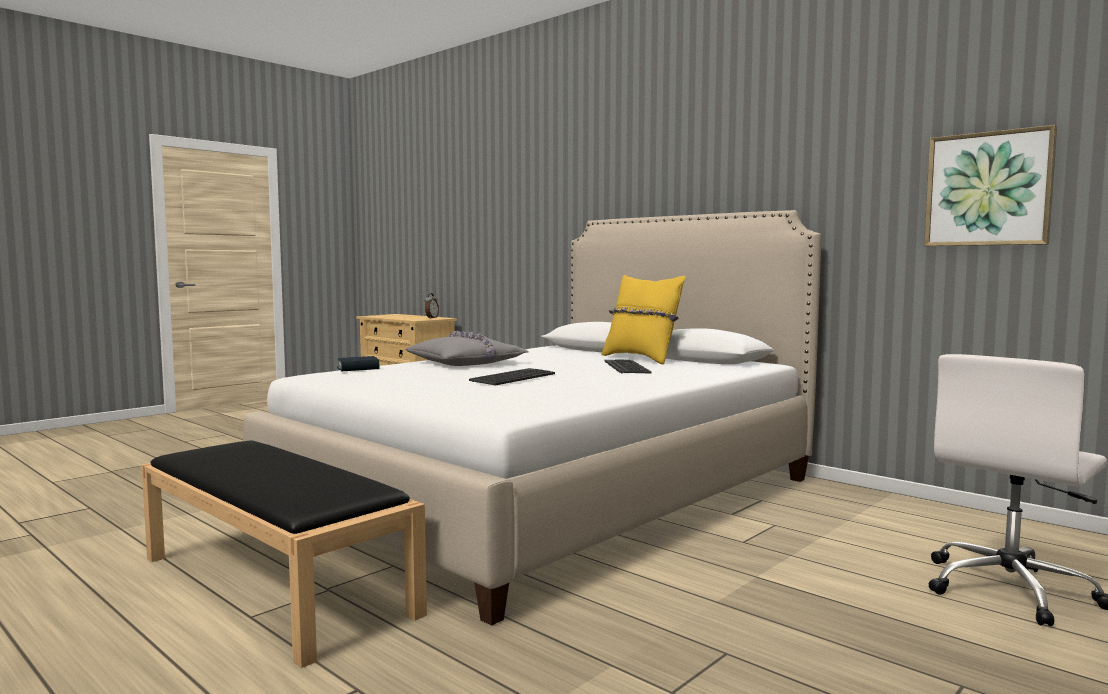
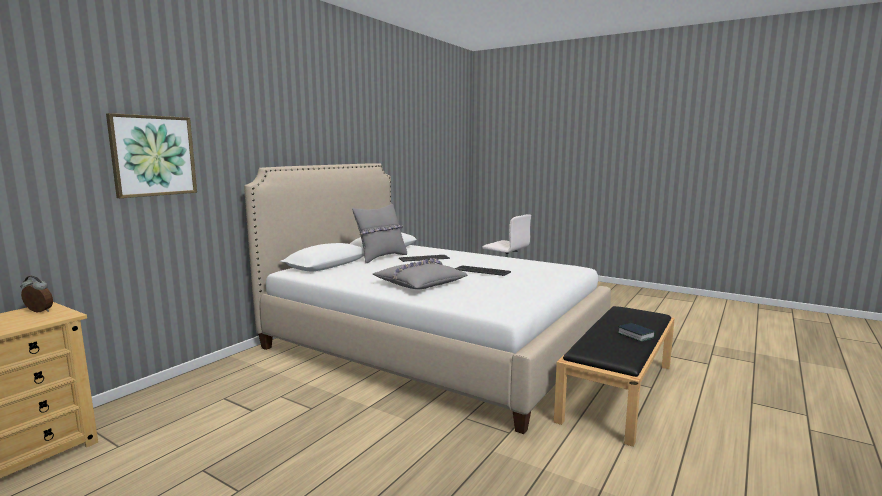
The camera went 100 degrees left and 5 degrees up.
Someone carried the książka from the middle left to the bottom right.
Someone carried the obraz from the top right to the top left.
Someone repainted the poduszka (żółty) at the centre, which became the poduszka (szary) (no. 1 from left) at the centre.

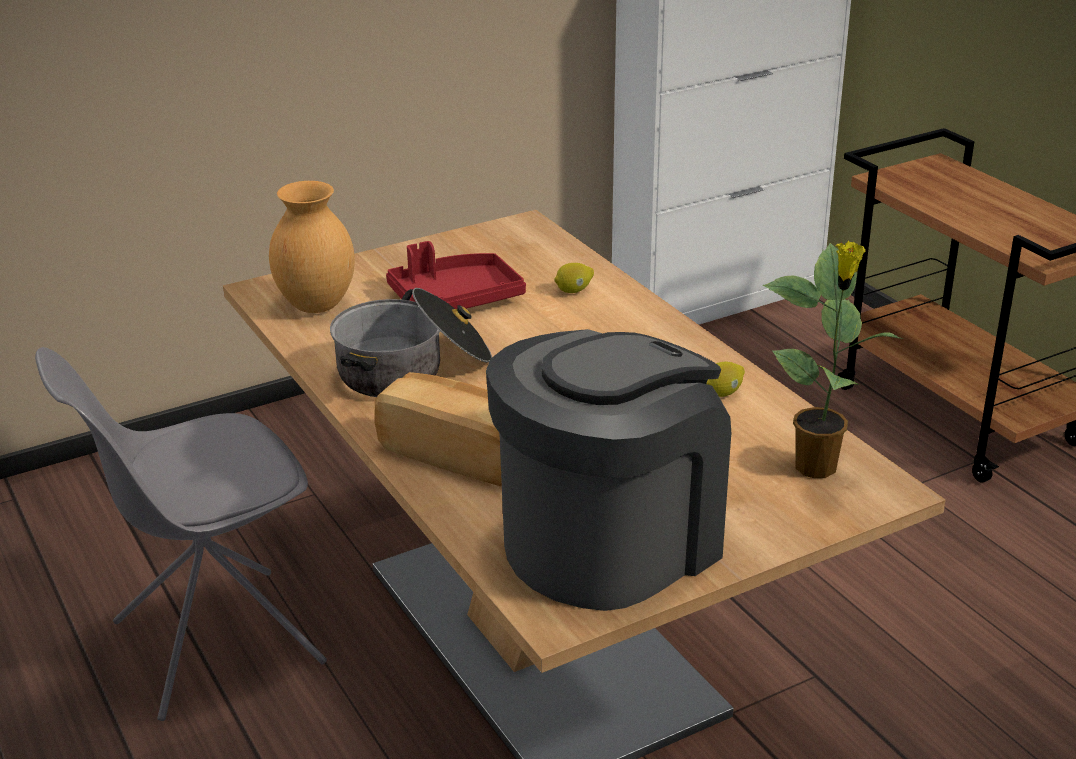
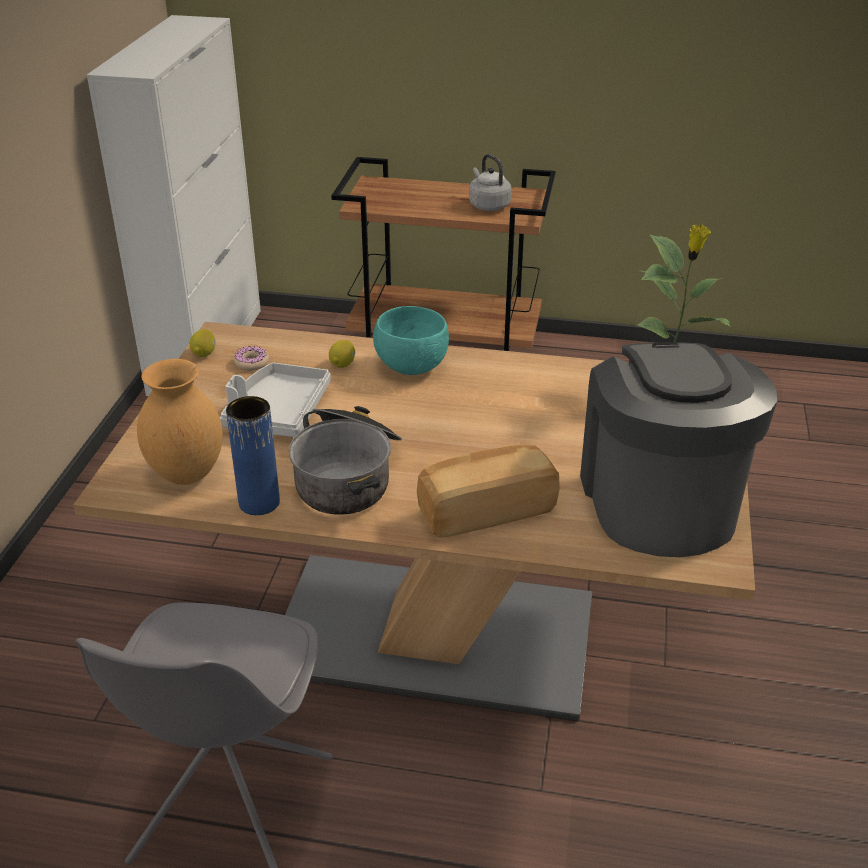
The camera went 50 degrees left and 5 degrees up.
Someone put down the wazon (niebieski) at the middle left.
Someone put down the donut at the middle left.
Someone put down the miska (turkusowy) at the centre.
Someone put down the czajnik (szary) at the top centre.
Someone carried the cytryna (no. 2 from left in the first image) from the middle right to the middle left.
Someone repainted the taca (czerwony) at the centre, which became the taca (szary) at the middle left.

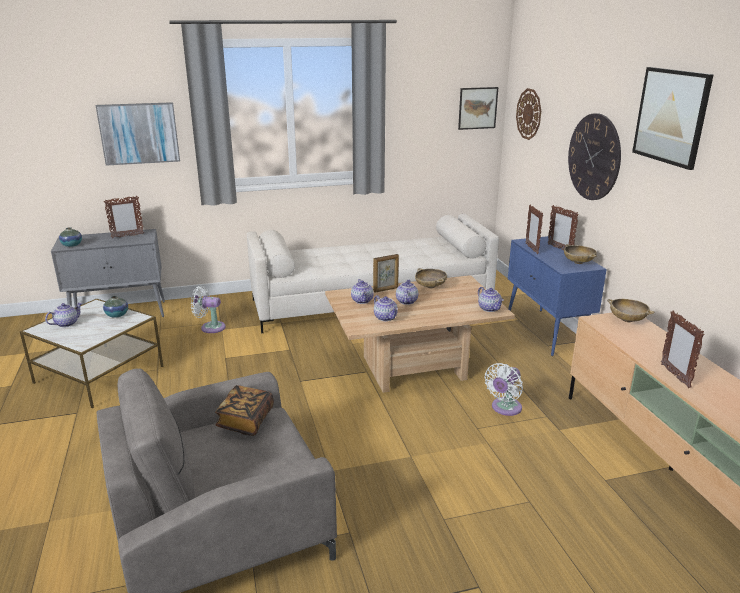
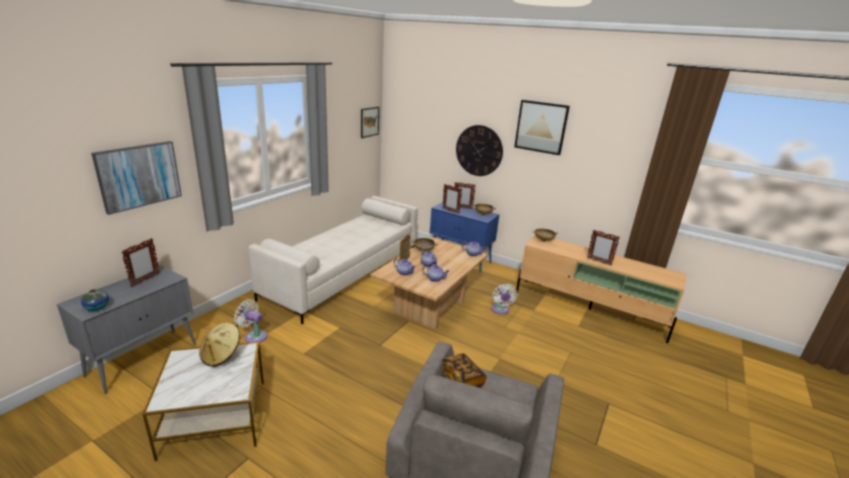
The camera went 45 degrees left and 0 degrees up.
Someone took away the imbryk (no. 1 from left) at the middle left.
Someone took away the zegar ścienny (no. 1 from left) at the top right.
Someone swapped the wazon (no. 2 from left) at the middle left for the kapelusz (beżowy) at the bottom left.
Someone rotated the wentylator (biały) (no. 1 from left) at the middle left by 60 degrees clockwise.

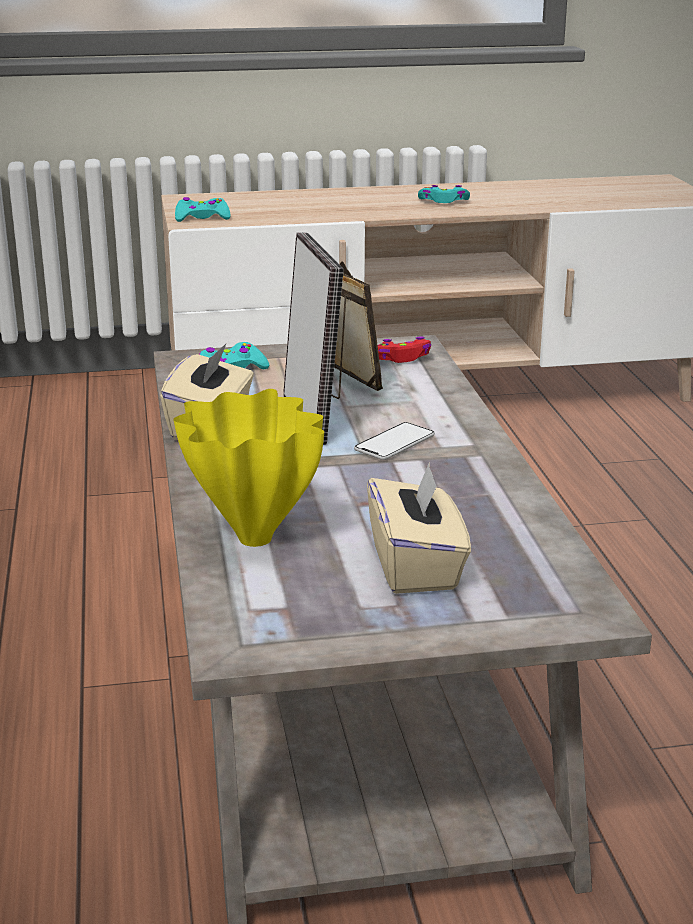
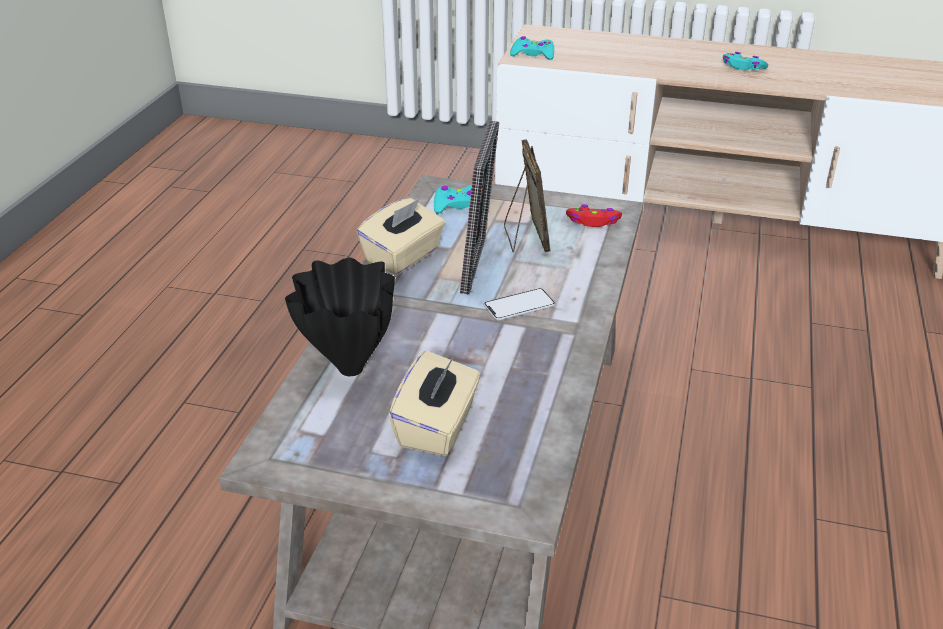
The camera went 25 degrees right and 10 degrees up.
Someone repainted the wazon (żółty) at the centre, which became the wazon (czarny) at the centre.

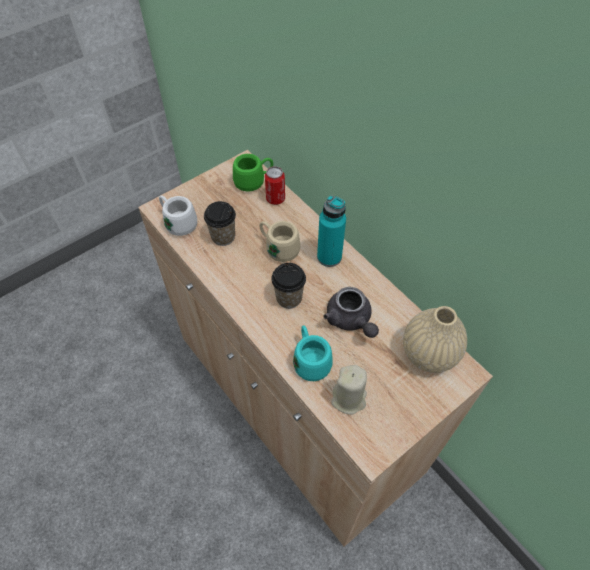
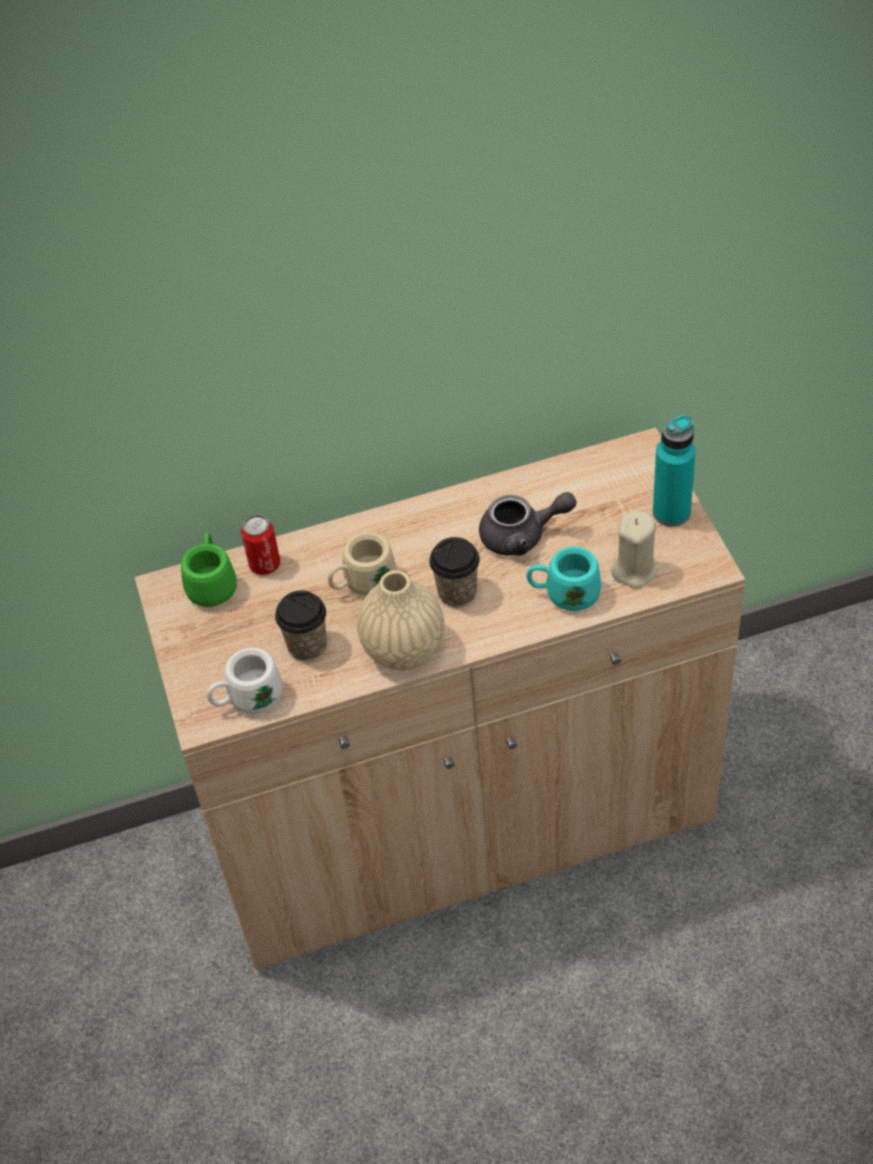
The camera went 65 degrees left and 5 degrees down.
Someone carried the butelka (turkusowy) from the centre to the middle right.
Someone carried the wazon (beżowy) from the middle right to the centre.

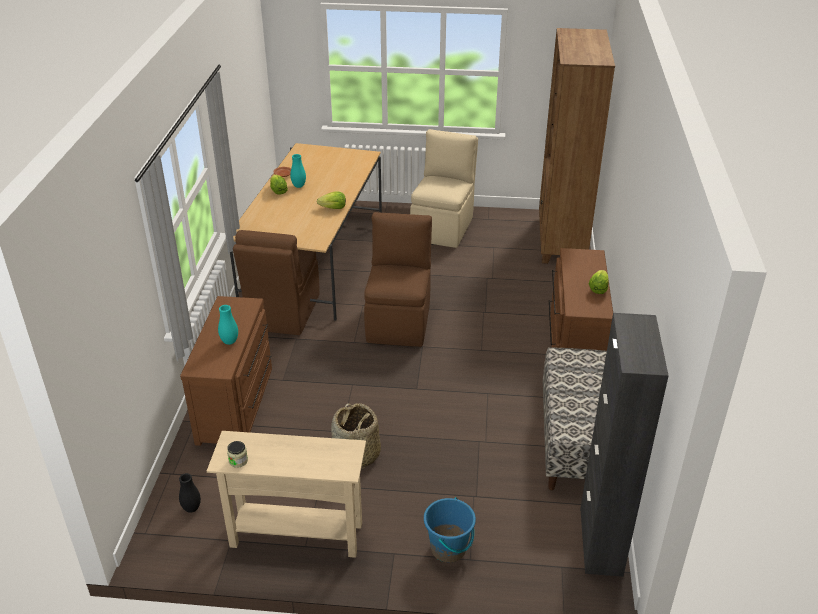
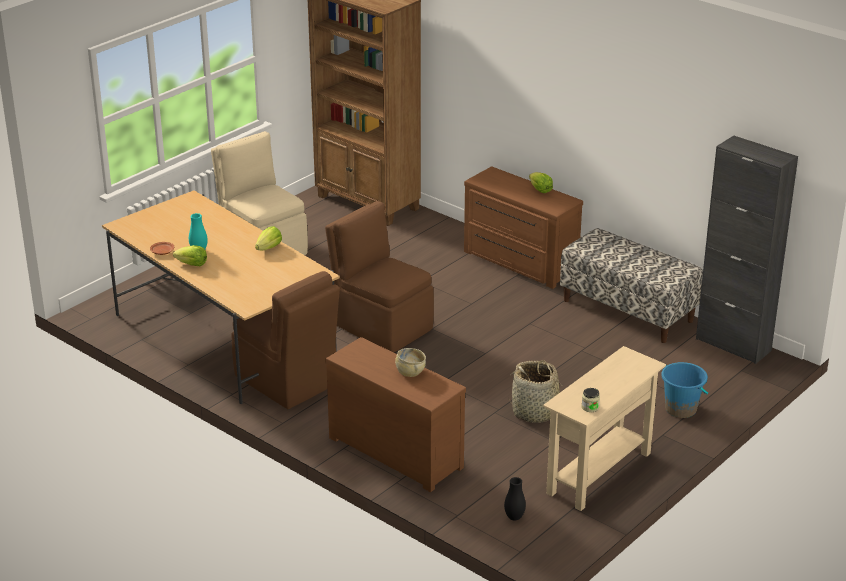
The camera went 55 degrees left and 5 degrees down.
Someone swapped the wazon (turkusowy) (no. 1 from left) at the middle left for the miska (beżowy) at the centre.

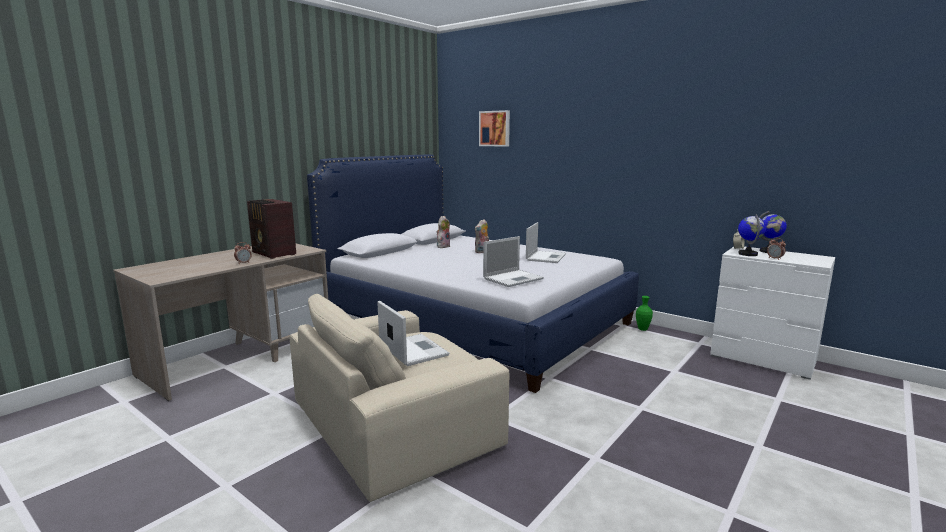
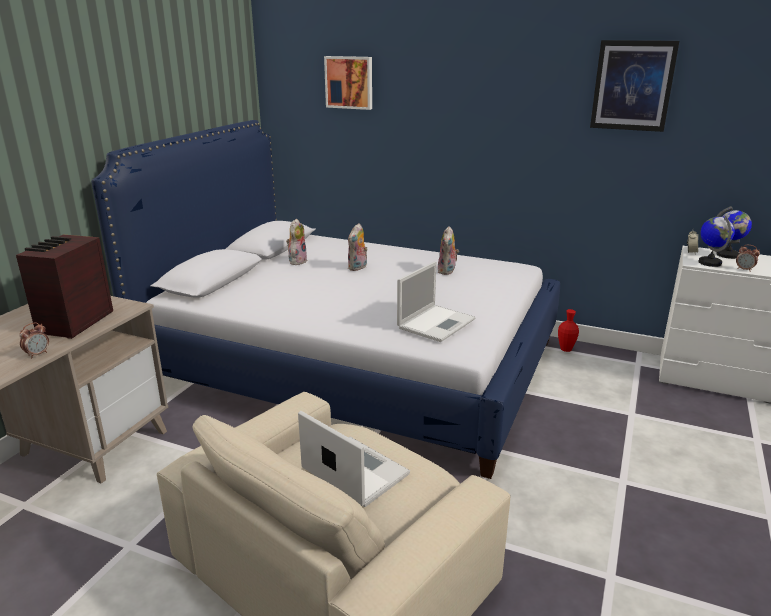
The camera went 15 degrees left and 10 degrees up.
Someone put up the obraz (no. 2 from left) at the top right.
Someone swapped the laptop (no. 3 from left) at the centre for the pluszak (no. 3 from left) at the centre.
Someone repainted the wazon (zielony) at the middle right, which became the wazon (czerwony) at the middle right.
Someone rotated the radio at the middle left by 75 degrees clockwise.

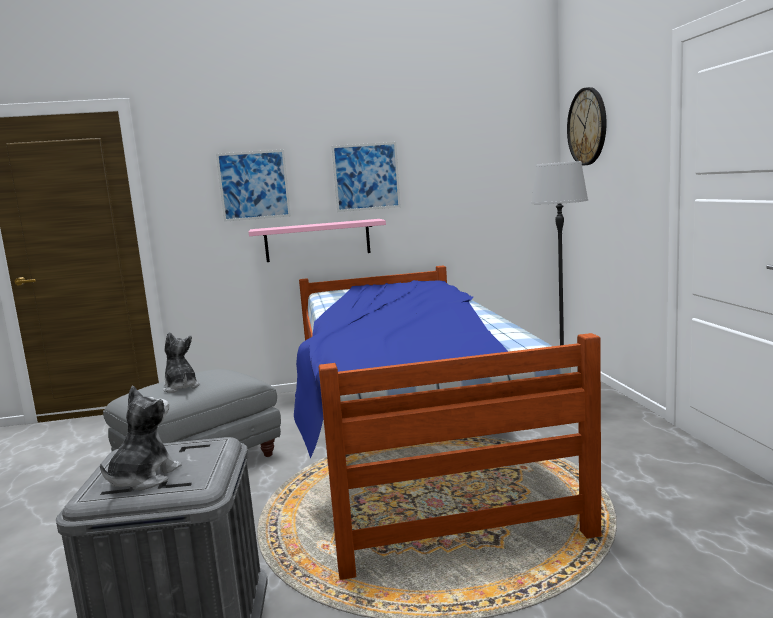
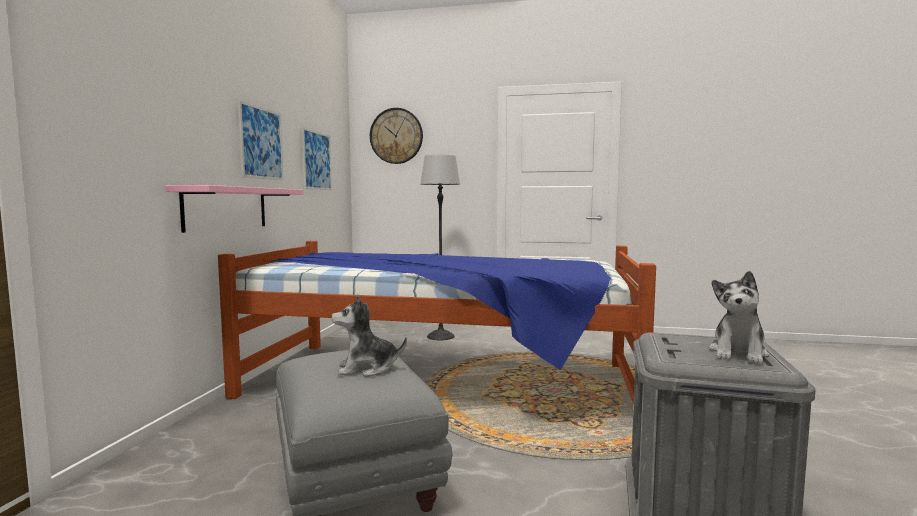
The camera went 70 degrees left and 5 degrees down.
Someone carried the obraz (no. 1 from left in the first image) from the top left to the top centre.
Someone rotated the pluszak (no. 1 from left in the first image) at the bottom left by 105 degrees counterclockwise.

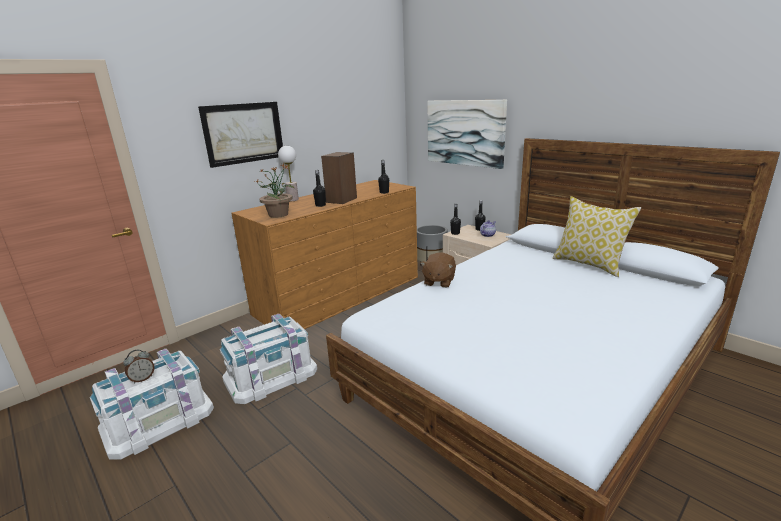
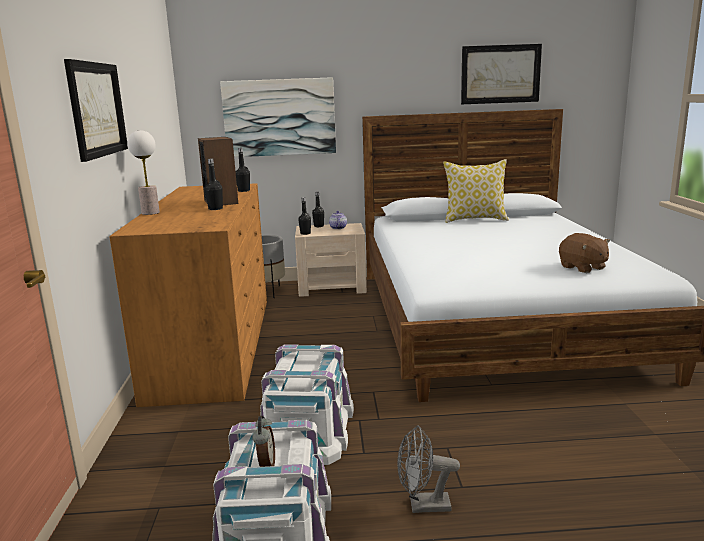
The camera went 50 degrees left and 5 degrees down.
Someone took away the roślina doniczkowa at the centre.
Someone put down the wentylator (szary) at the bottom centre.
Someone put up the obraz (no. 3 from left) at the top right.
Someone carried the pluszak (brązowy) from the centre to the middle right.

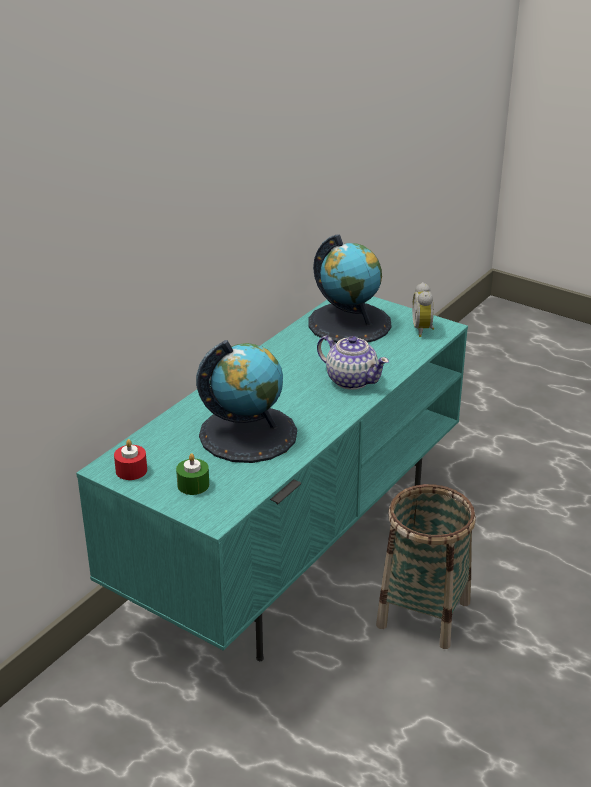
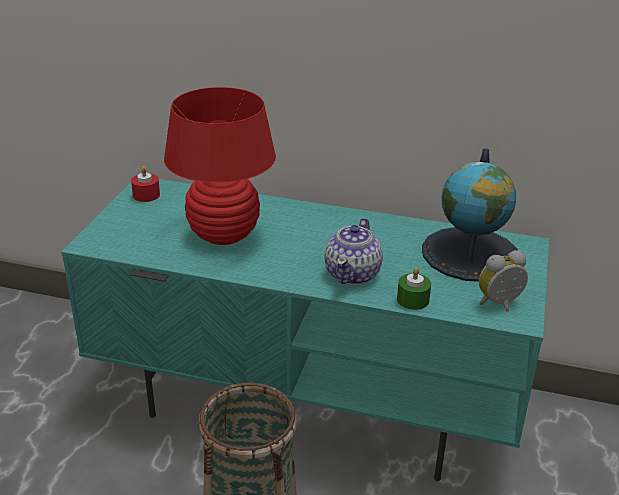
The camera went 70 degrees right and 0 degrees up.
Someone carried the świeca (zielony) from the middle left to the middle right.
Someone swapped the globus (no. 1 from left) at the centre for the lampa stołowa (czerwony) at the centre.

